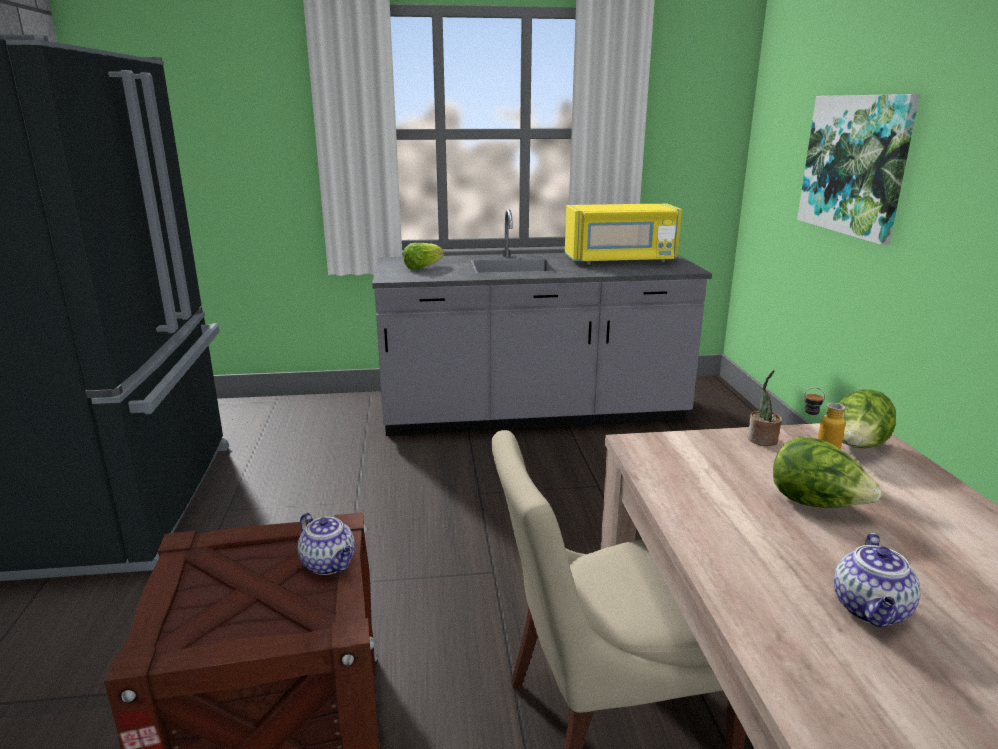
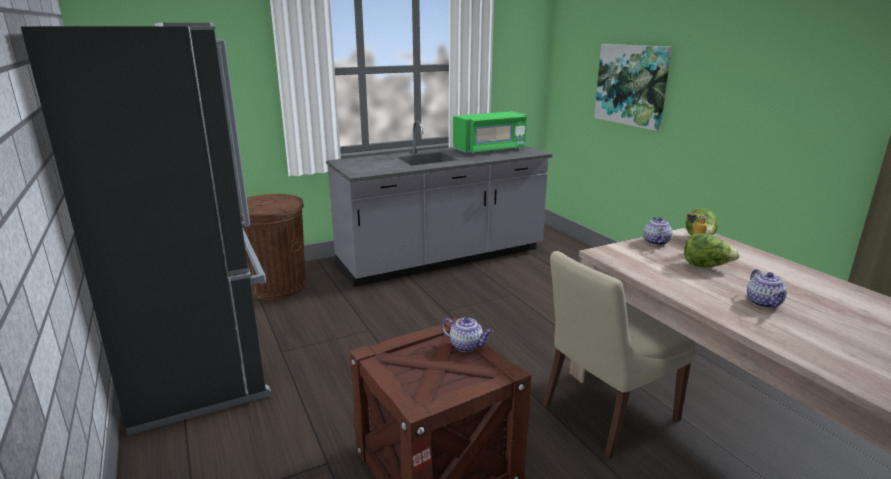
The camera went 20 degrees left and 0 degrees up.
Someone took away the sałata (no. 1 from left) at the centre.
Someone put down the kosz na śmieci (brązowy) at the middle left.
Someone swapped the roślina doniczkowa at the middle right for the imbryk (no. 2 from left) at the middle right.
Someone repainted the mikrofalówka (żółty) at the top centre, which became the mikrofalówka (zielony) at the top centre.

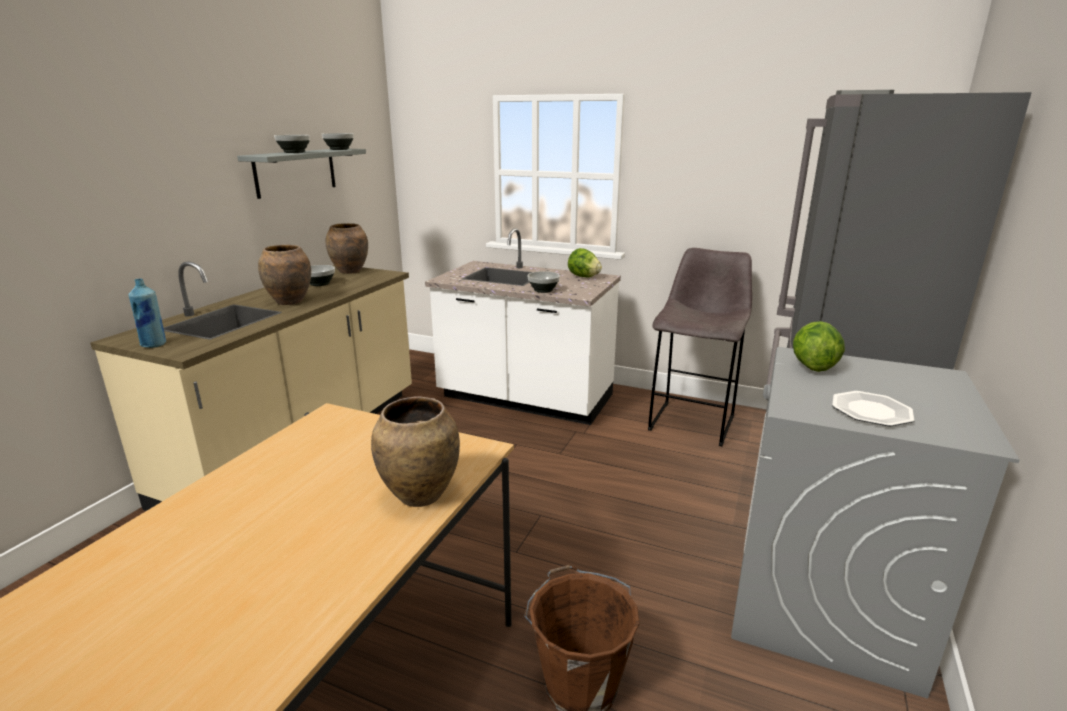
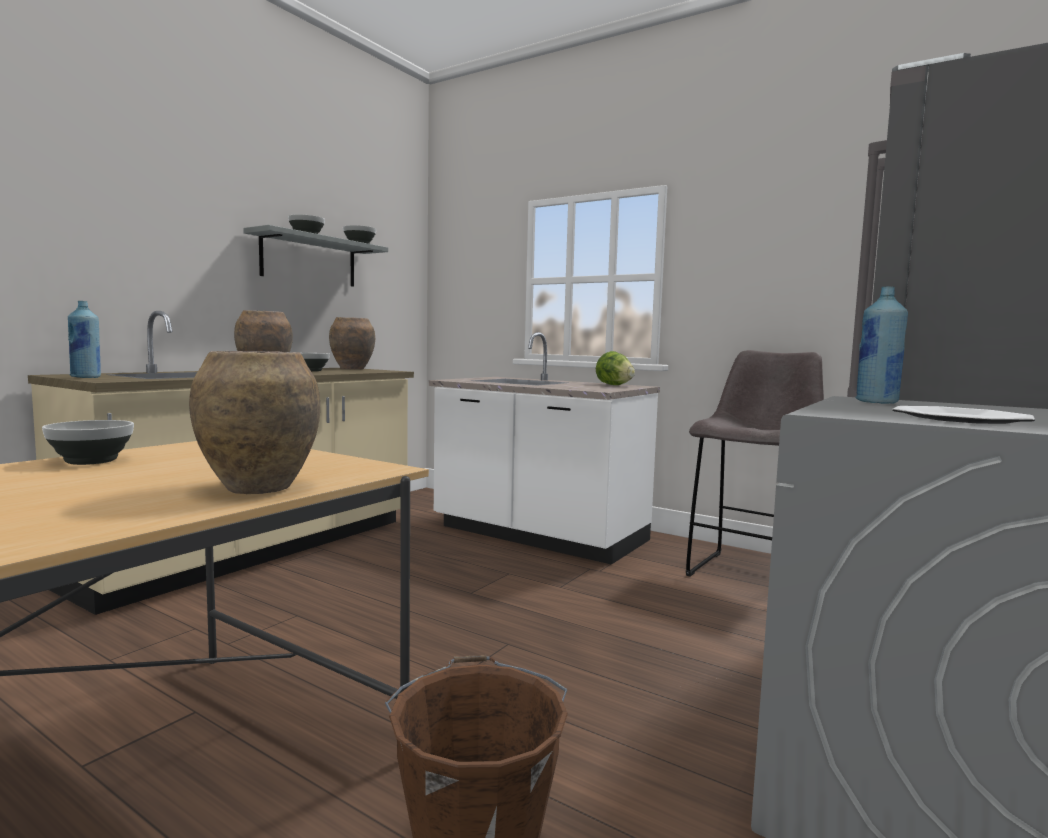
The camera went 10 degrees right and 15 degrees down.
Someone carried the miska (no. 4 from left in the first image) from the centre to the middle left.
Someone swapped the sałata (no. 2 from left) at the middle right for the butelka (niebieski) (no. 2 from left) at the middle right.

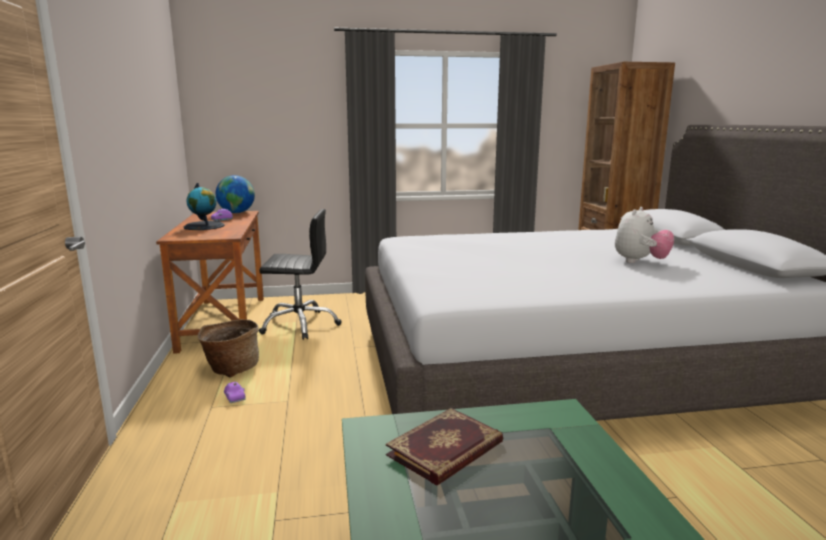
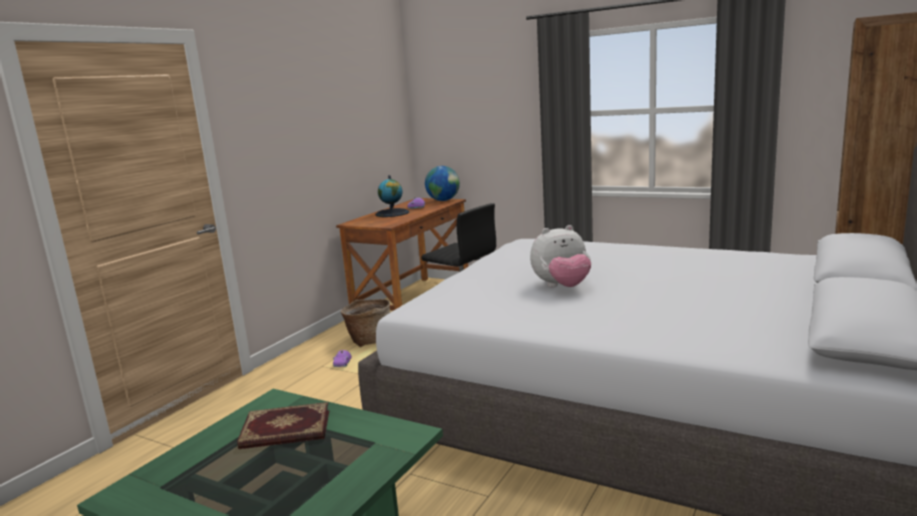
The camera went 40 degrees right and 0 degrees up.
Someone carried the pluszak from the middle right to the centre.

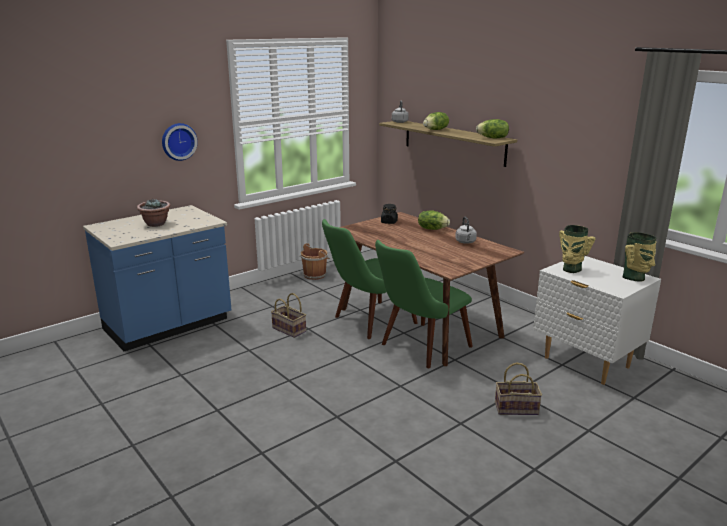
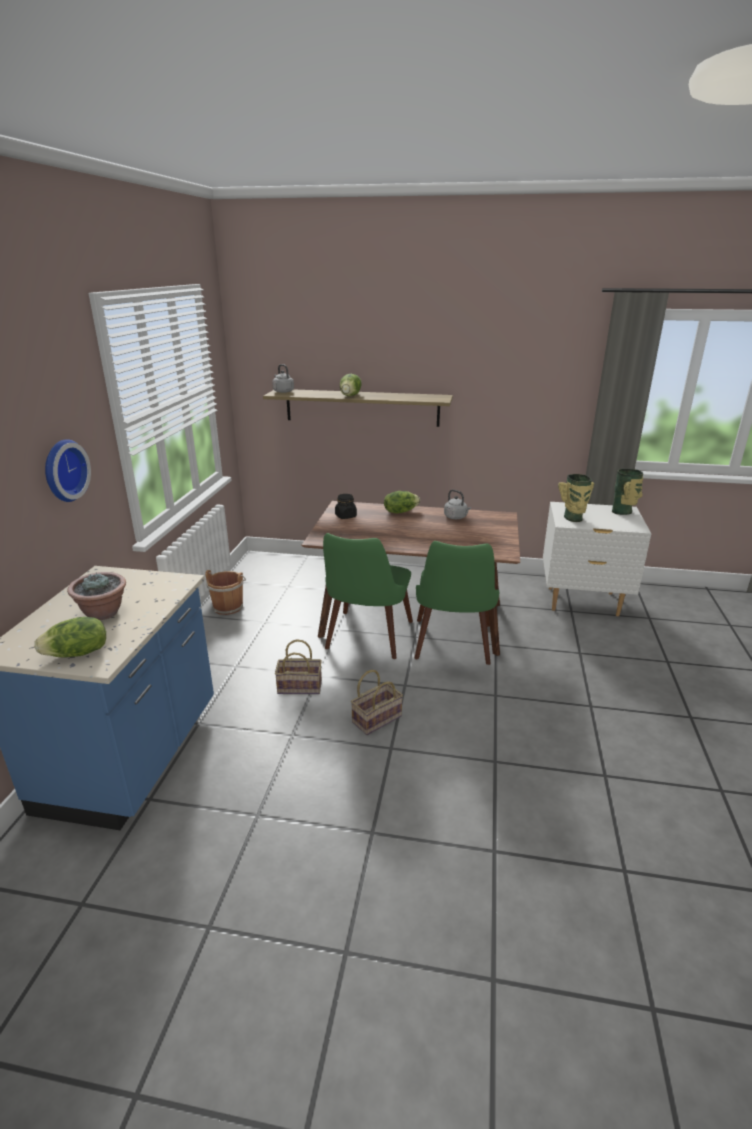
The camera went 40 degrees left and 5 degrees up.
Someone carried the sałata (no. 3 from left in the first image) from the top right to the middle left.
Someone carried the koszyk (no. 2 from left) from the bottom right to the centre.

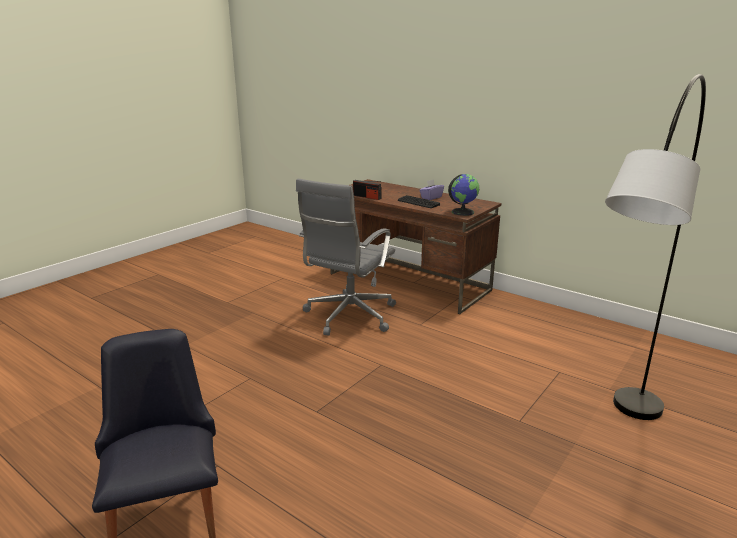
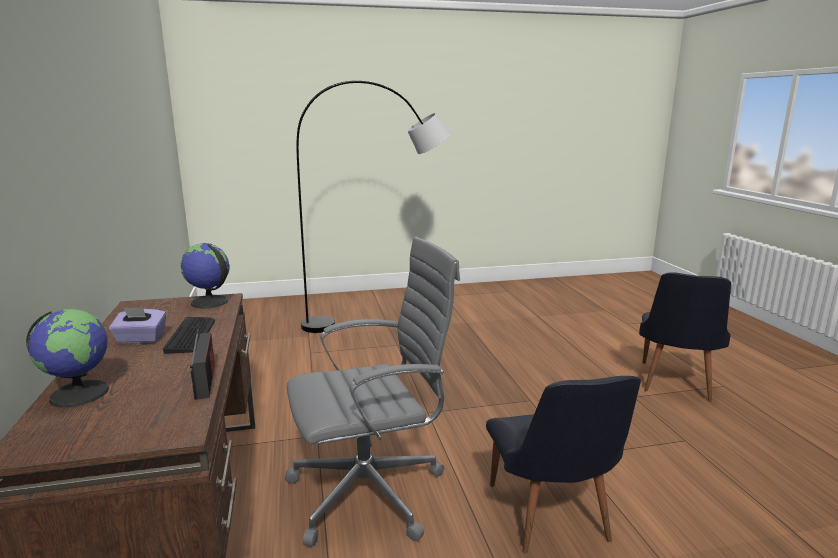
The camera went 140 degrees left and 5 degrees down.
Someone put down the globus (no. 1 from left) at the middle left.
Someone put down the krzesło (czarny) (no. 1 from left) at the bottom right.

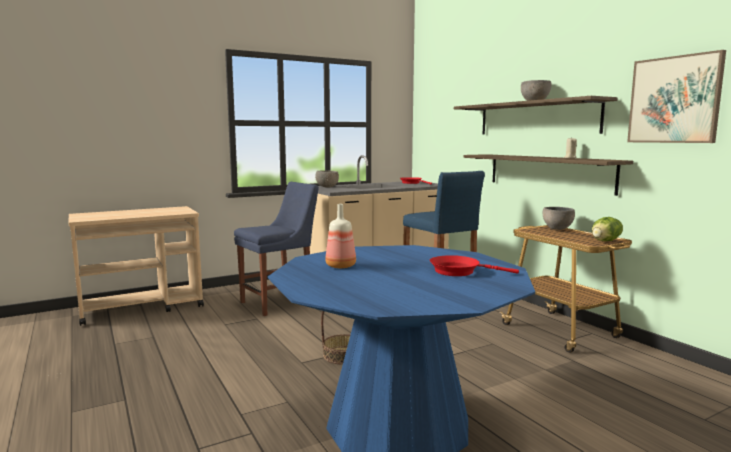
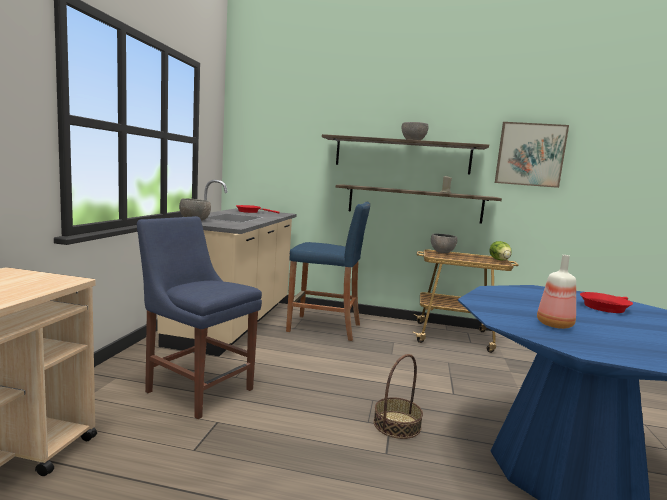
The camera went 50 degrees left and 0 degrees up.
Someone rotated the krzesło (niebieski) at the centre by 60 degrees counterclockwise.

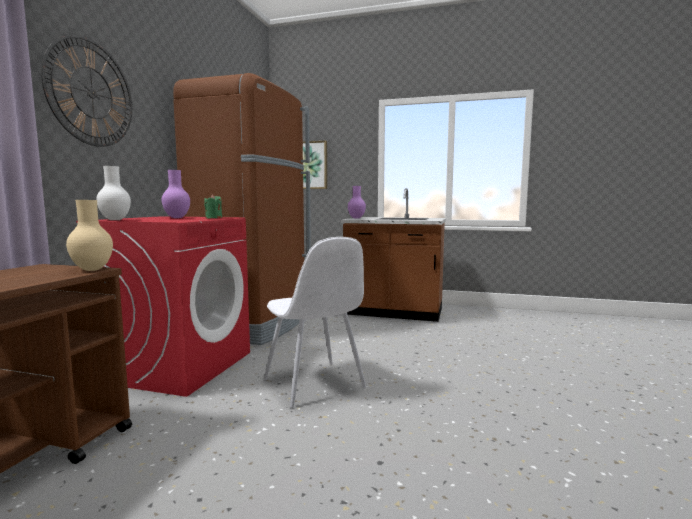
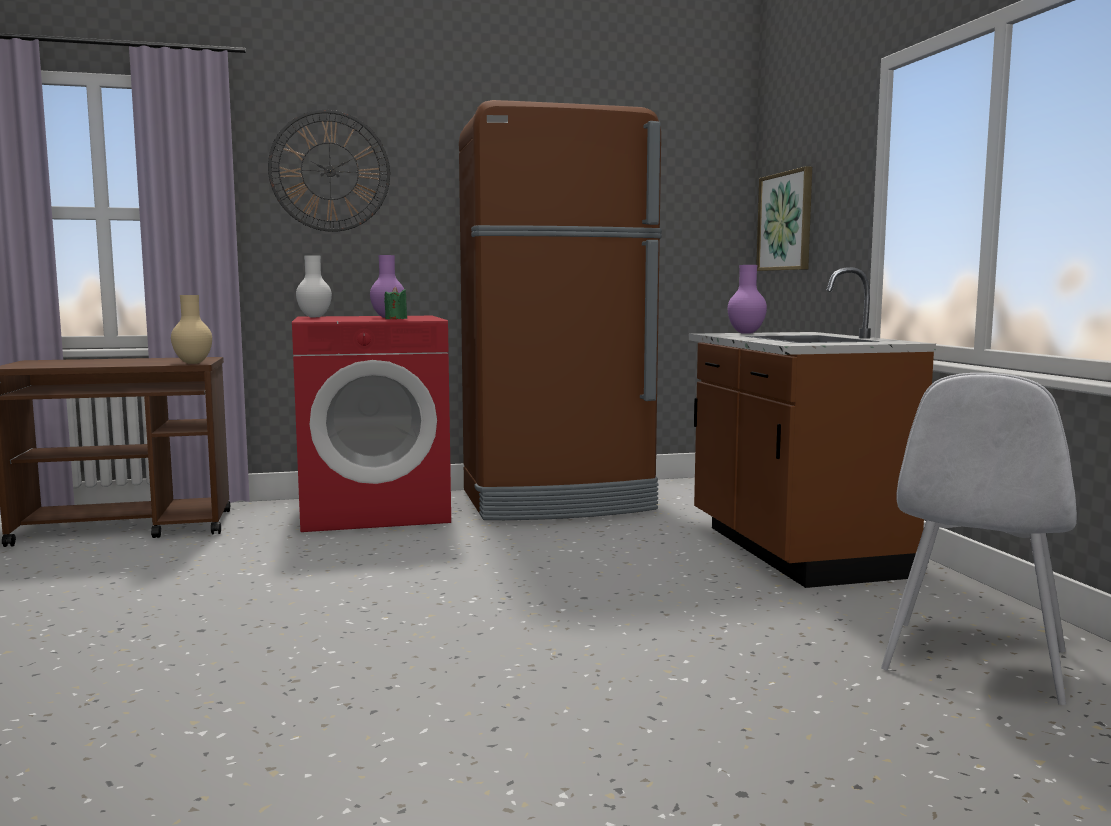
The camera went 60 degrees right and 0 degrees up.
Someone carried the krzesło (biały) from the centre to the middle right.

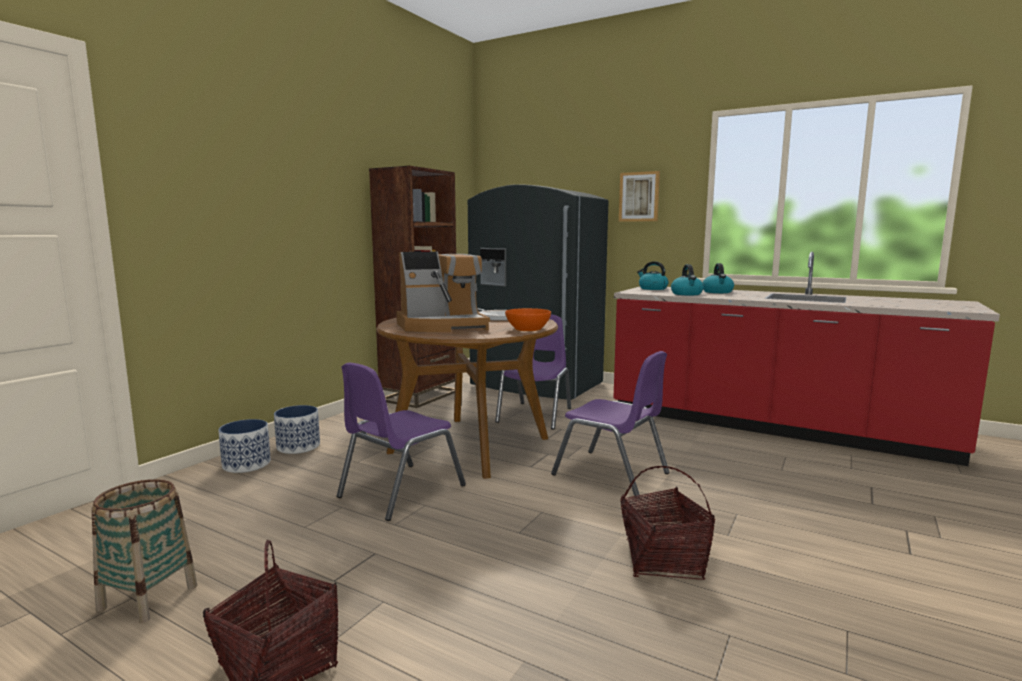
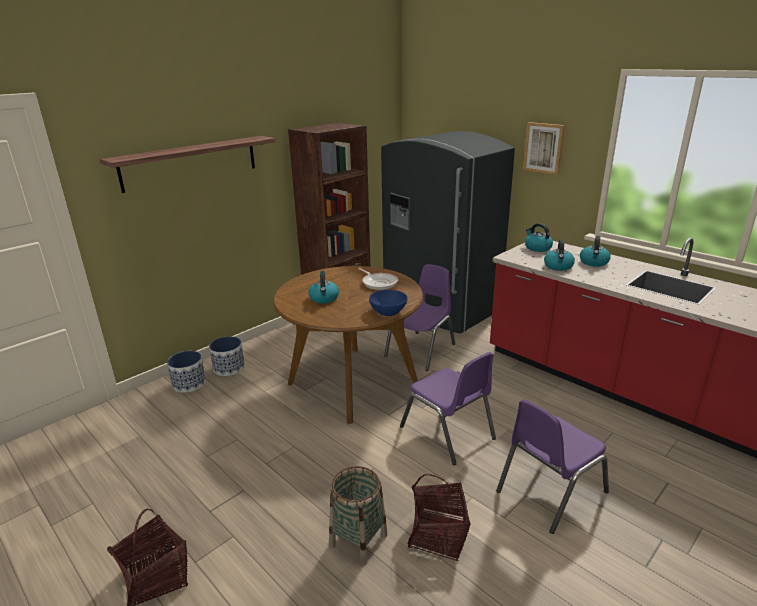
The camera went 15 degrees right and 15 degrees up.
Someone put up the półka at the top left.
Someone carried the koszyk (no. 1 from left in the first image) from the bottom left to the bottom centre.
Someone carried the krzesło (fioletowy) (no. 1 from left in the first image) from the centre to the bottom right.
Someone swapped the ekspres do kawy at the centre for the czajnik (no. 1 from left) at the centre.
Someone repainted the miska (pomarańczowy) at the centre, which became the miska (niebieski) at the centre.

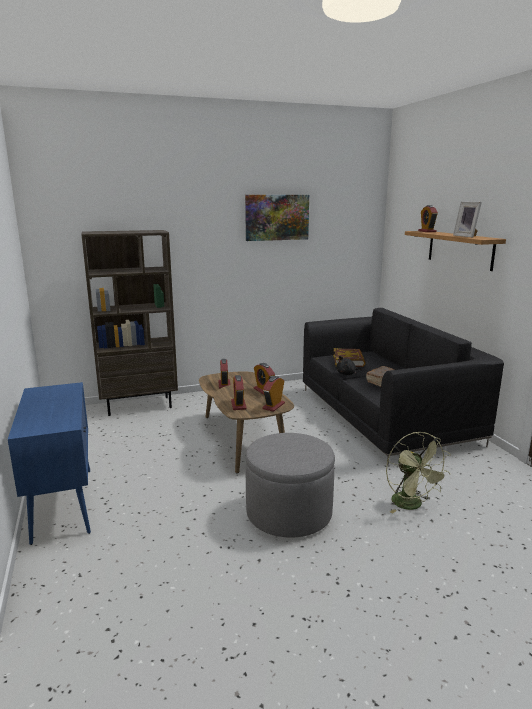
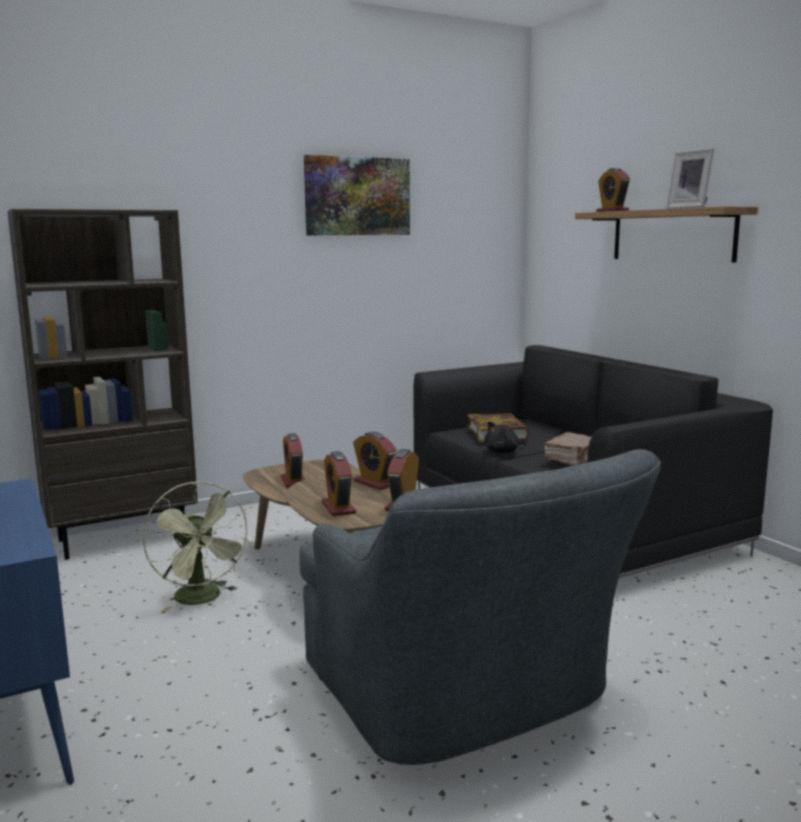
The camera went 10 degrees left and 5 degrees down.
Someone carried the wentylator (zielony) from the middle right to the middle left.
Someone swapped the pufa (szary) at the bottom centre for the fotel (szary) at the bottom centre.

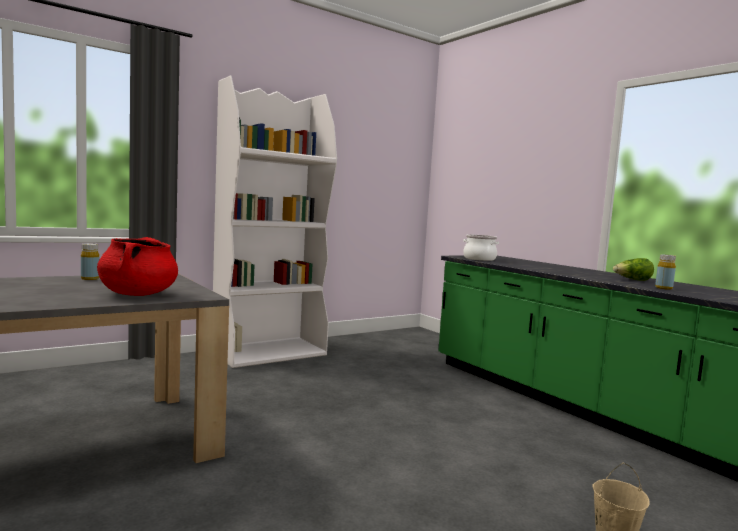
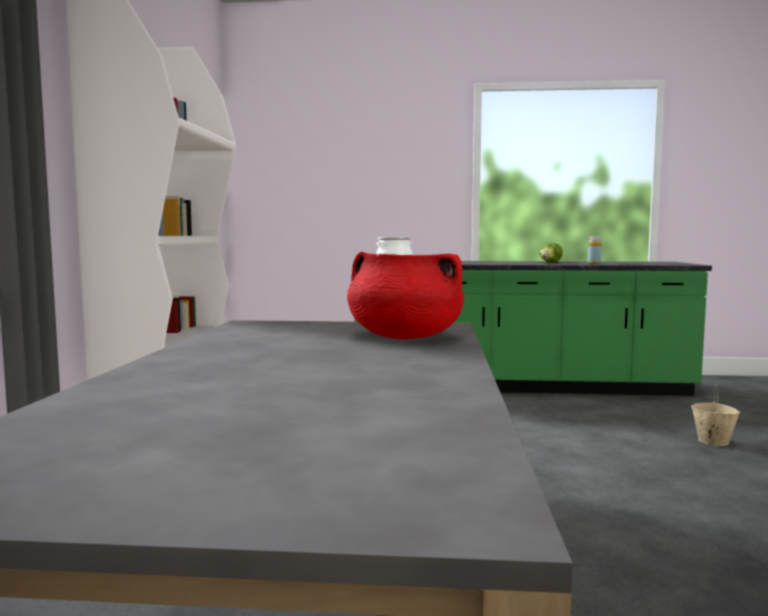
The camera went 50 degrees left and 0 degrees up.
Someone took away the butelka (żółty) (no. 1 from left) at the middle left.

